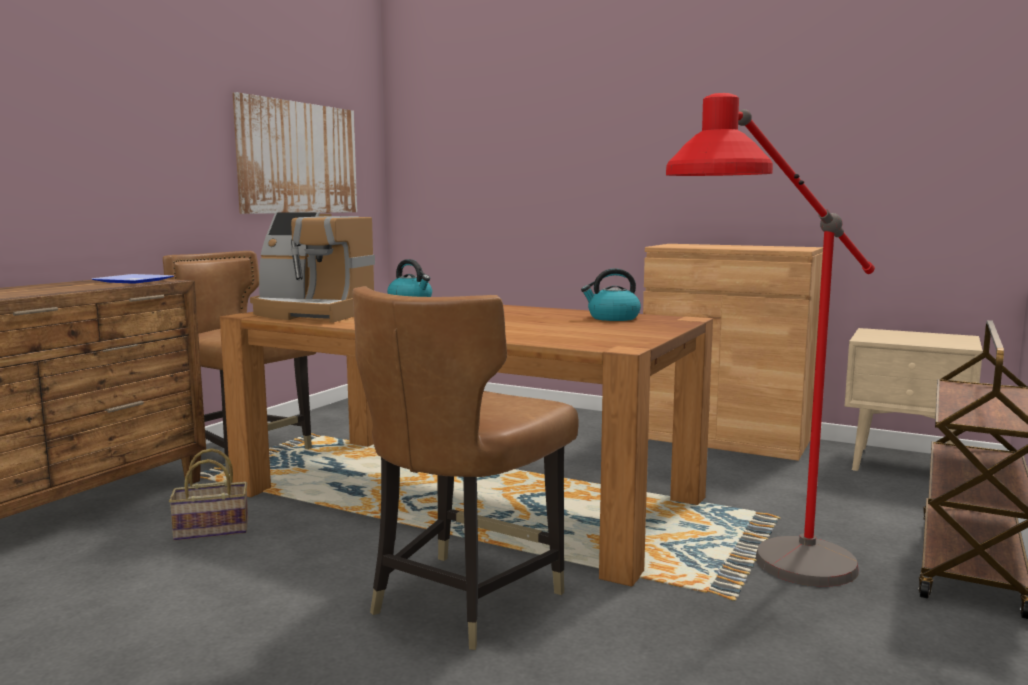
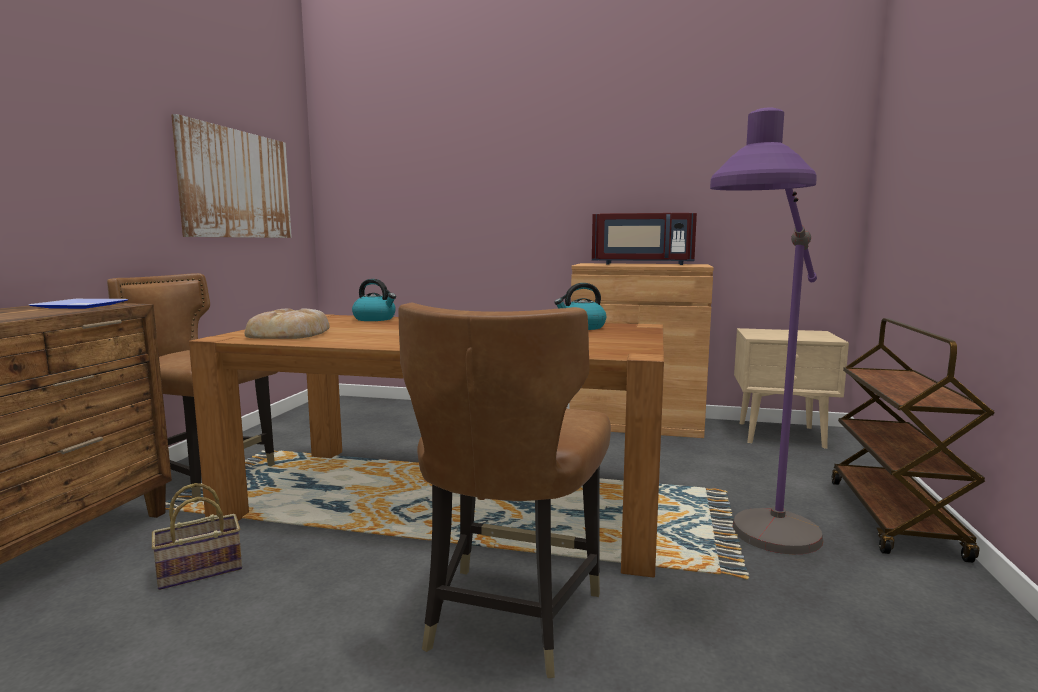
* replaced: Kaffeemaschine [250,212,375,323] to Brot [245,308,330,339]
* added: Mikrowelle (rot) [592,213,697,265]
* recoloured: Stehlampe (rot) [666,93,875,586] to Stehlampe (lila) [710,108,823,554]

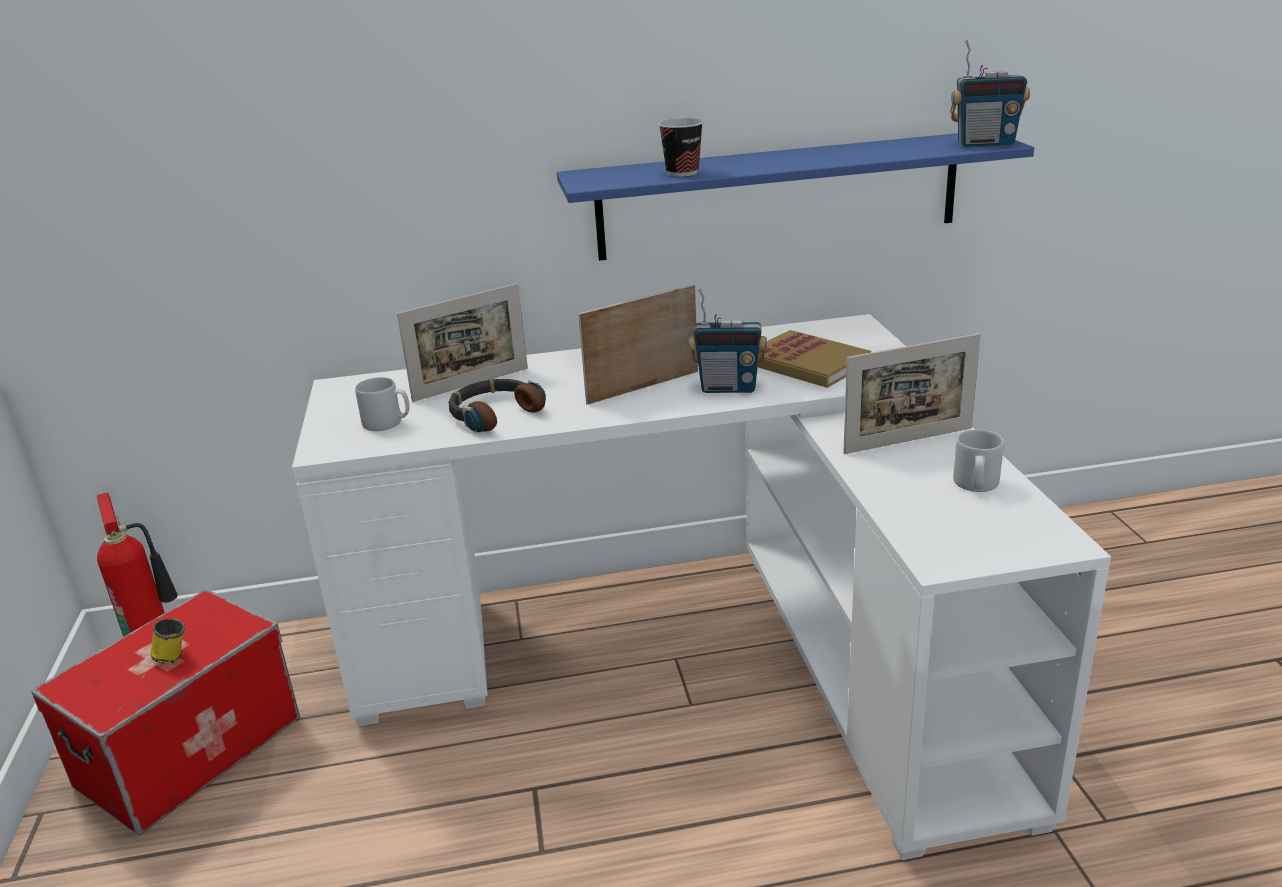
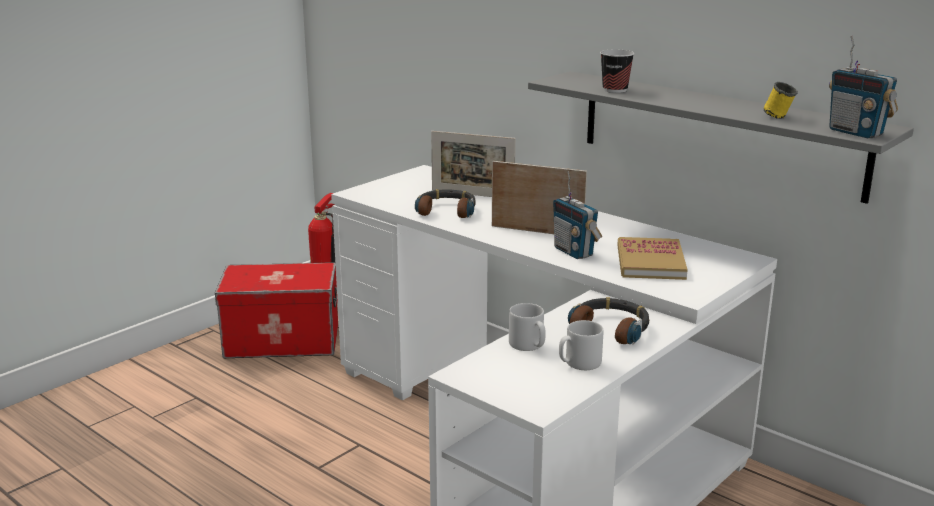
* moved: Henkelbecher (grau) [355,377,409,431] to [509,303,546,351]
* recoloured: Wandregal (blau) [557,133,1034,261] to Wandregal (grau) [528,71,914,204]
* replaced: Bilderrahmen [843,333,981,454] to Kopfhörer [568,297,649,344]
* moved: Henkelbecher (gelb) [150,618,185,663] to [764,82,798,119]

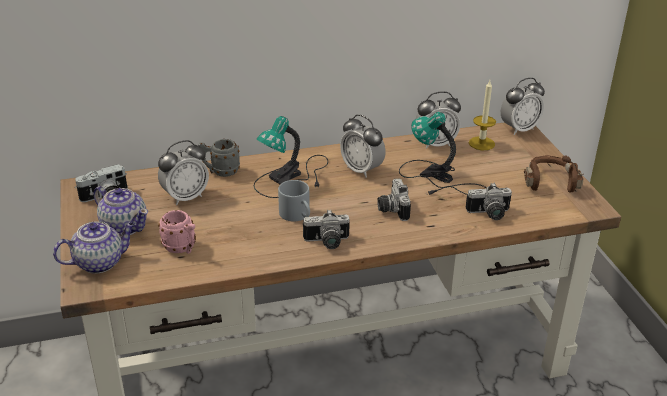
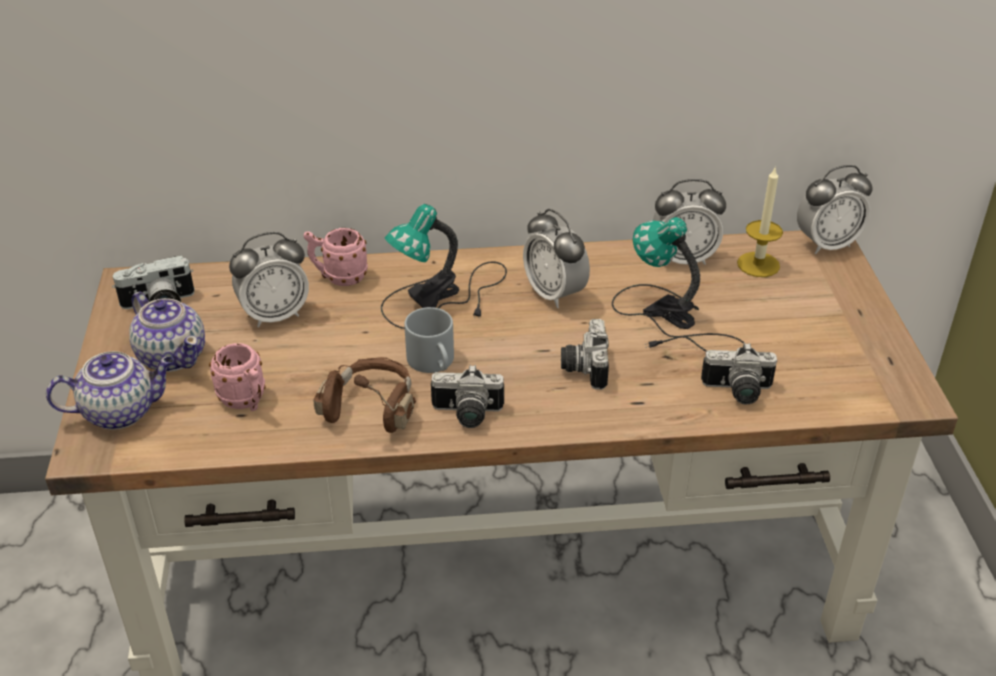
* recoloured: Henkelbecher (grau) [199,139,240,177] to Henkelbecher (rosa) [304,228,368,286]
* moved: Kopfhörer (braun) [524,155,583,192] to [313,357,416,433]

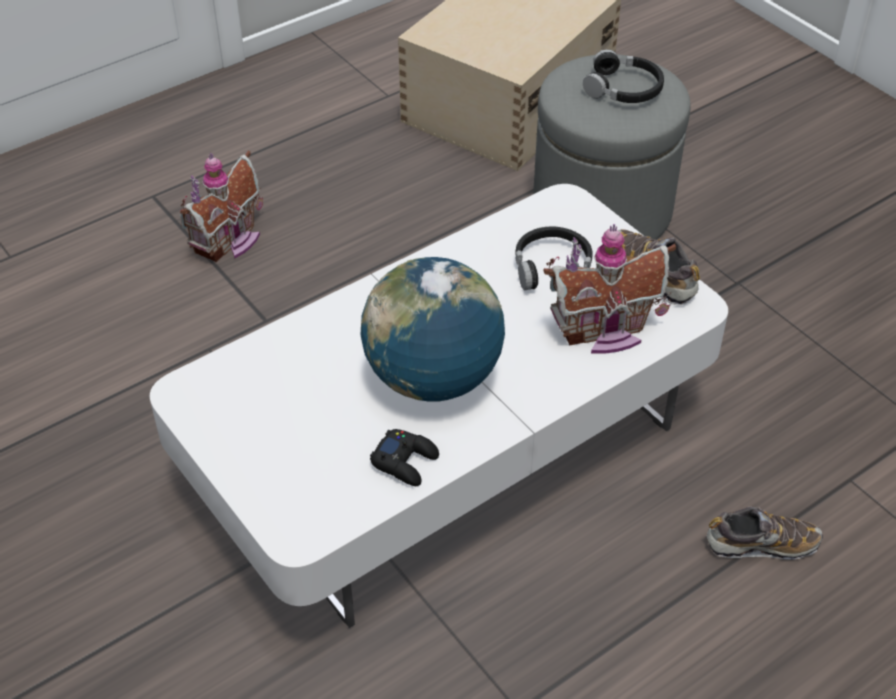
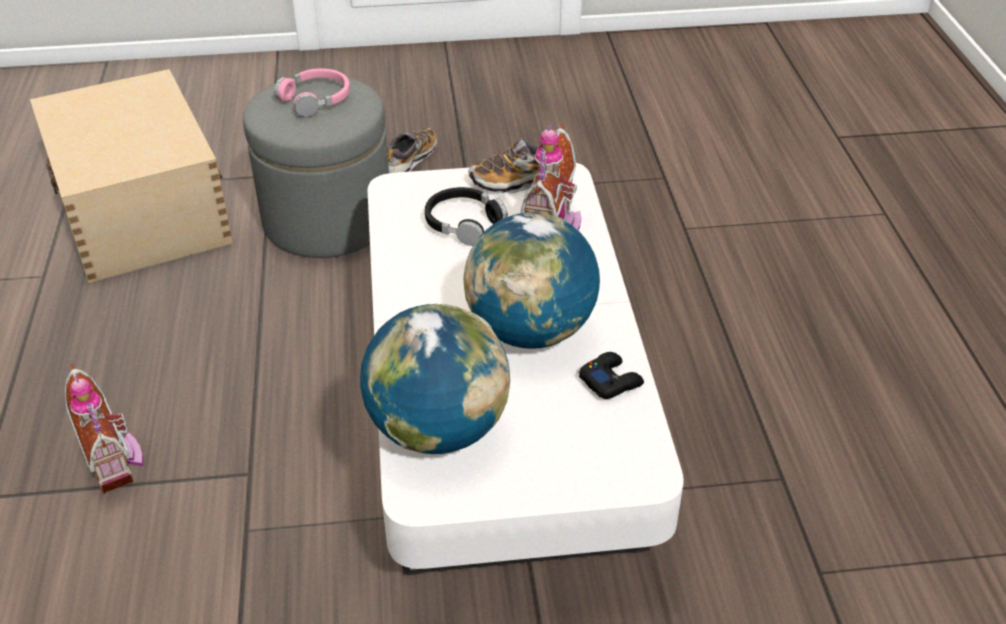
* recoloured: Kopfhörer (schwarz) [583,49,664,103] to Kopfhörer (rosa) [274,68,350,117]
* added: Globus [360,304,510,454]
* moved: Schuh [706,507,823,560] to [387,128,437,173]

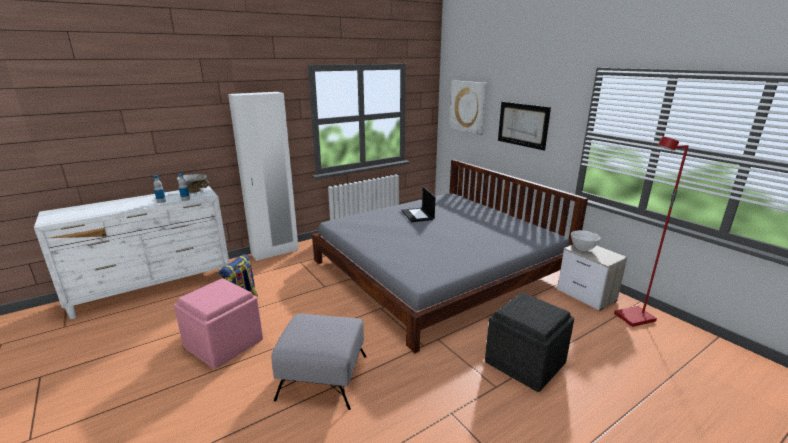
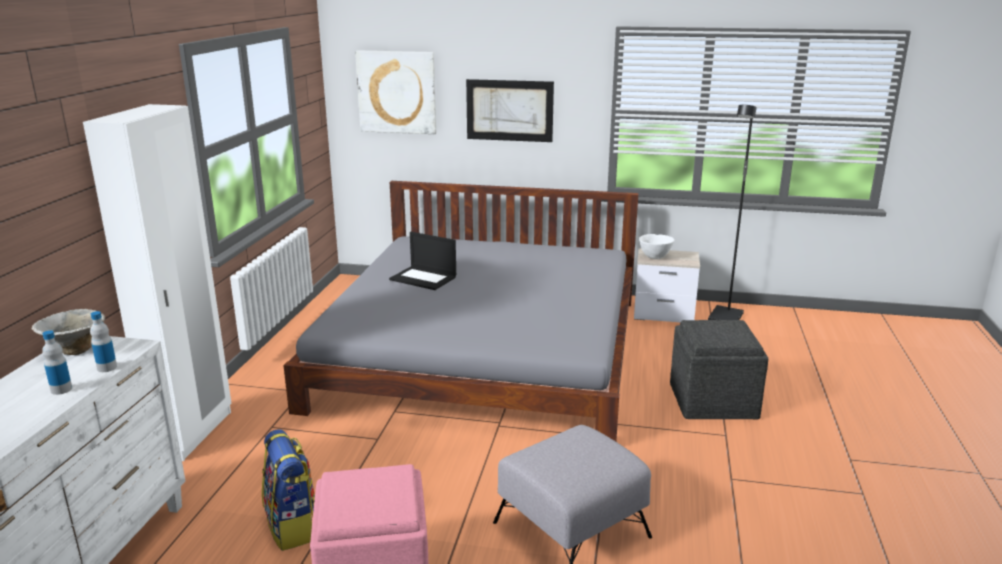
* recoloured: Stehlampe (rot) [614,137,689,327] to Stehlampe (schwarz) [708,105,757,320]

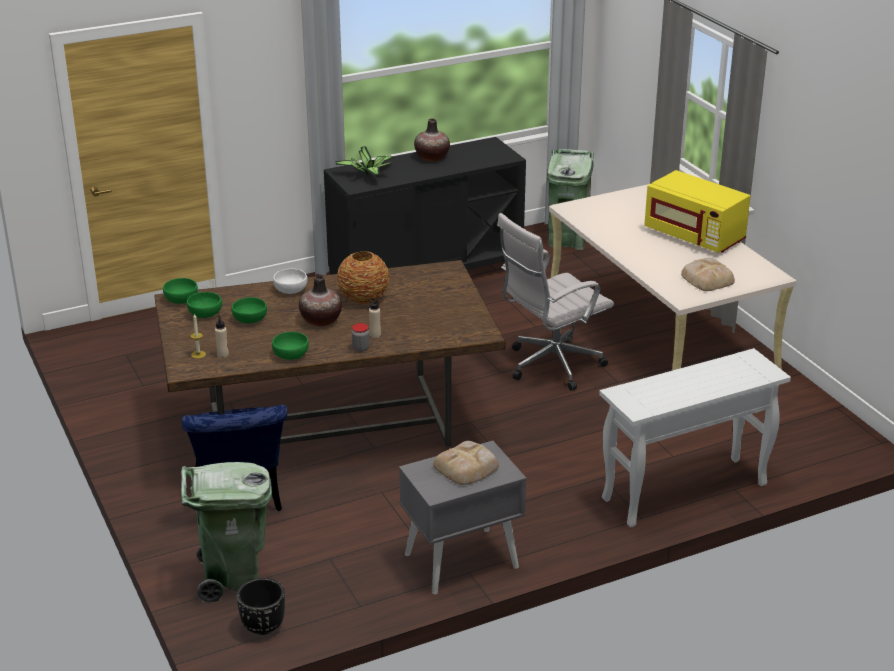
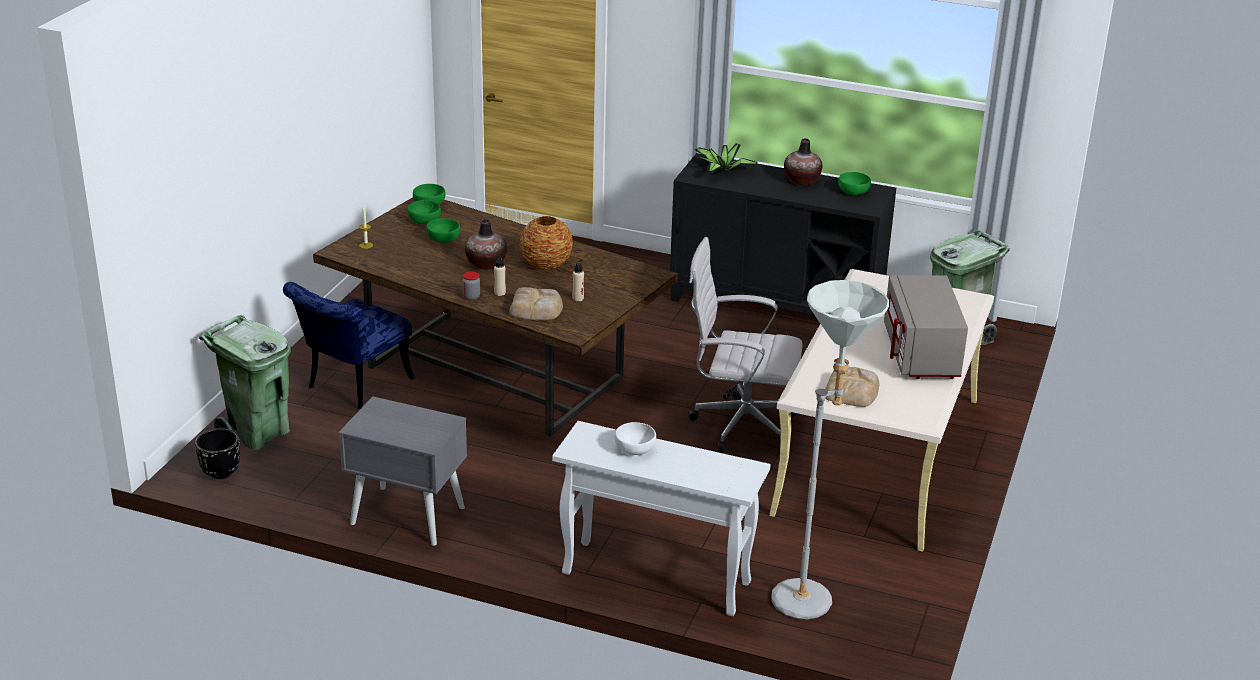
* moved: Brot [433,441,499,485] to [509,287,563,320]
* moved: Flasche (beige) [215,315,229,358] to [572,260,584,301]
* moved: Schüssel (weiß) [273,269,308,294] to [615,422,656,455]
* added: Stehlampe (grau) [772,280,889,620]
* moved: Schüssel (grün) [272,332,309,360] to [838,172,871,195]
* recoloured: Mikrowelle (gelb) [644,170,750,253] to Mikrowelle (grau) [884,275,968,379]

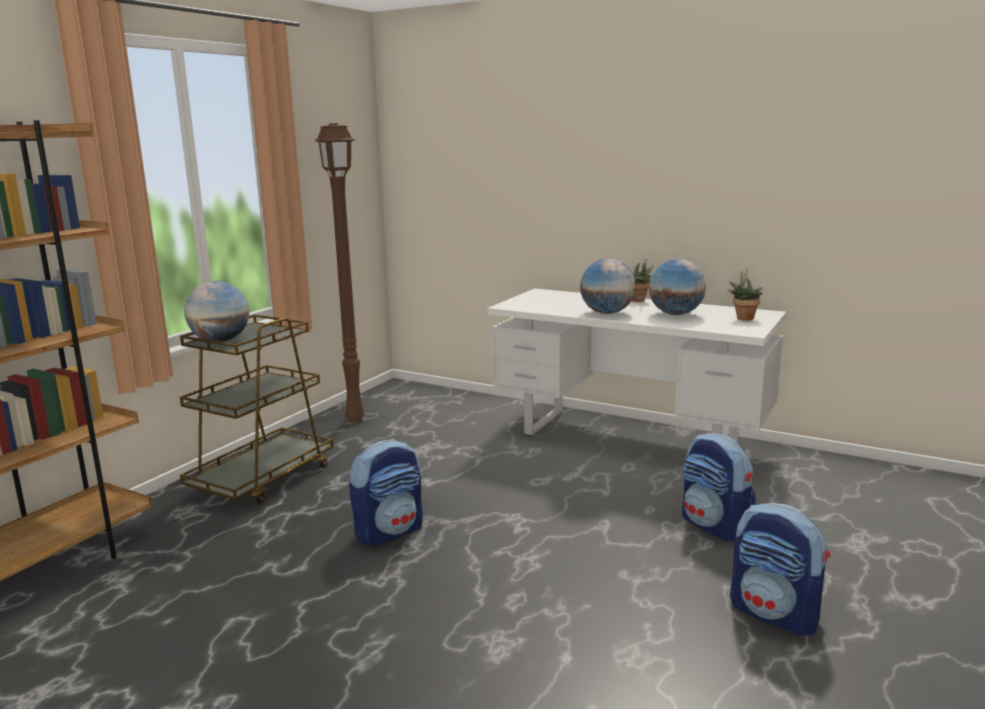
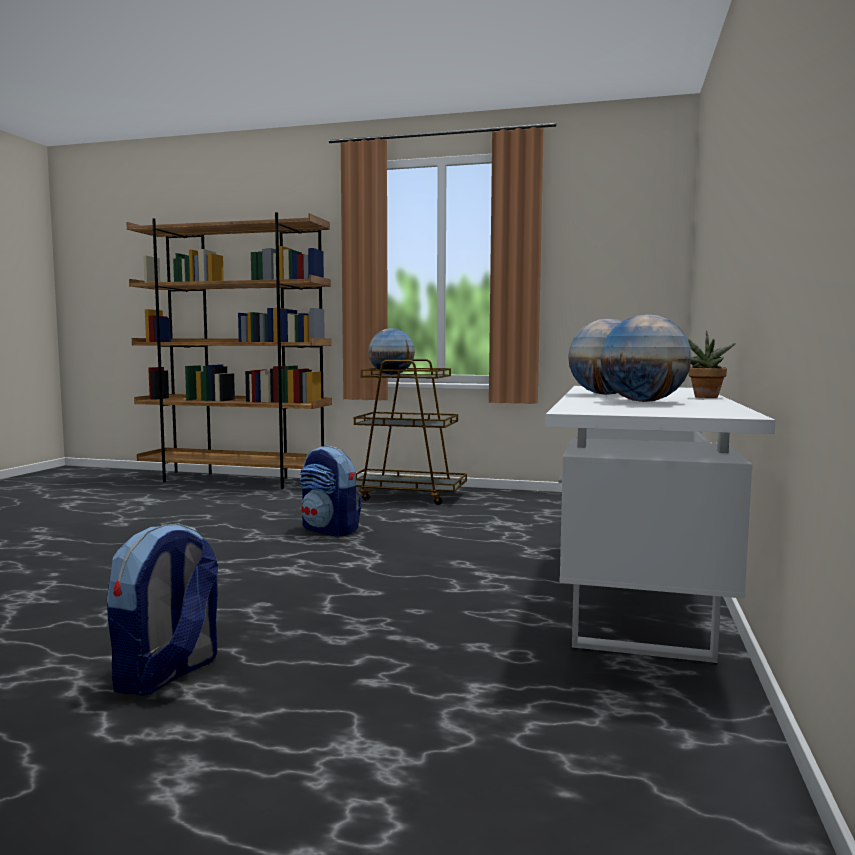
* removed: Stehlampe (braun) [314,123,365,423]
* removed: Rucksack [682,433,756,542]
* removed: Topfpflanze [728,267,762,321]

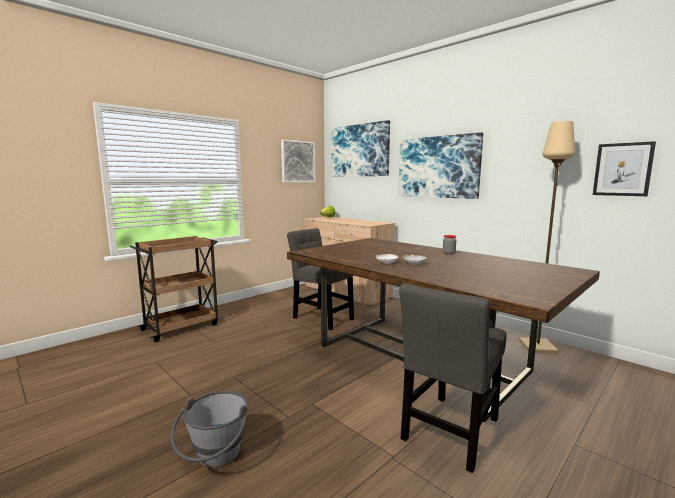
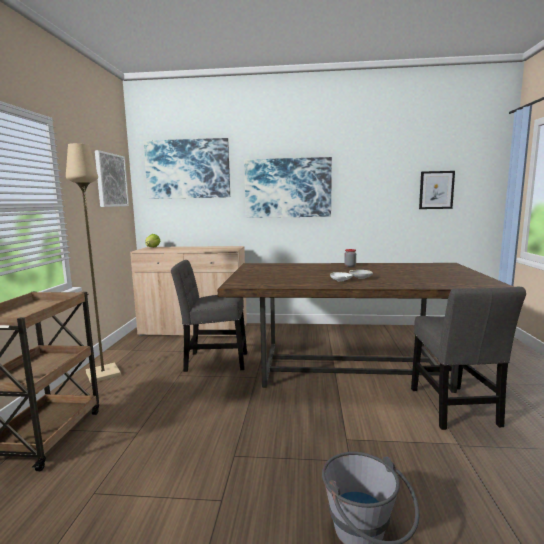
* moved: Stehlampe (beige) [519,121,576,354] to [66,143,121,383]

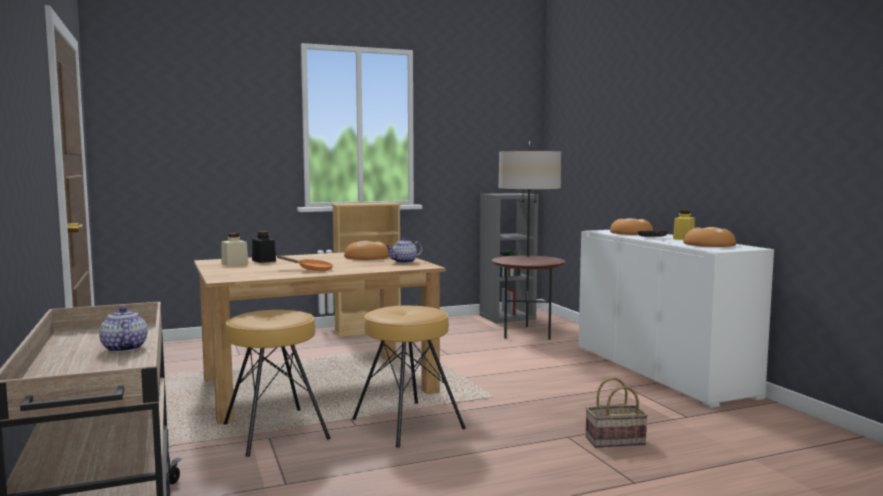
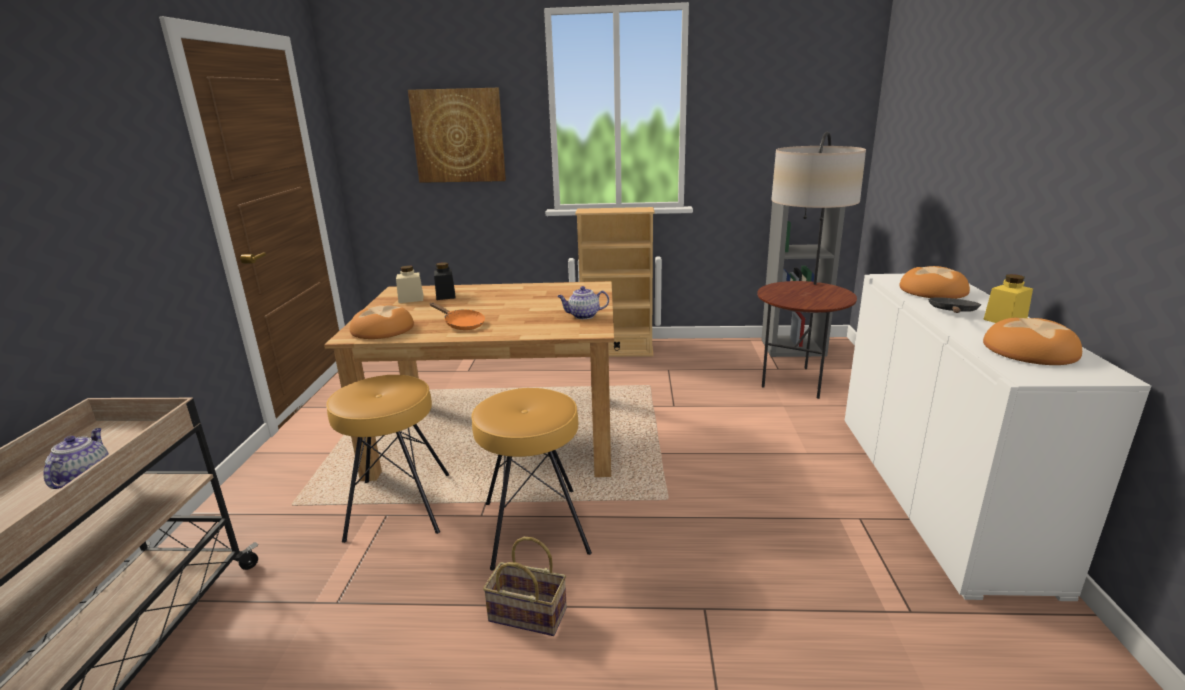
* moved: Brot [344,241,390,260] to [350,304,414,339]
* added: Bild [408,88,506,183]
* moved: Korb [585,377,648,448] to [483,537,567,636]

